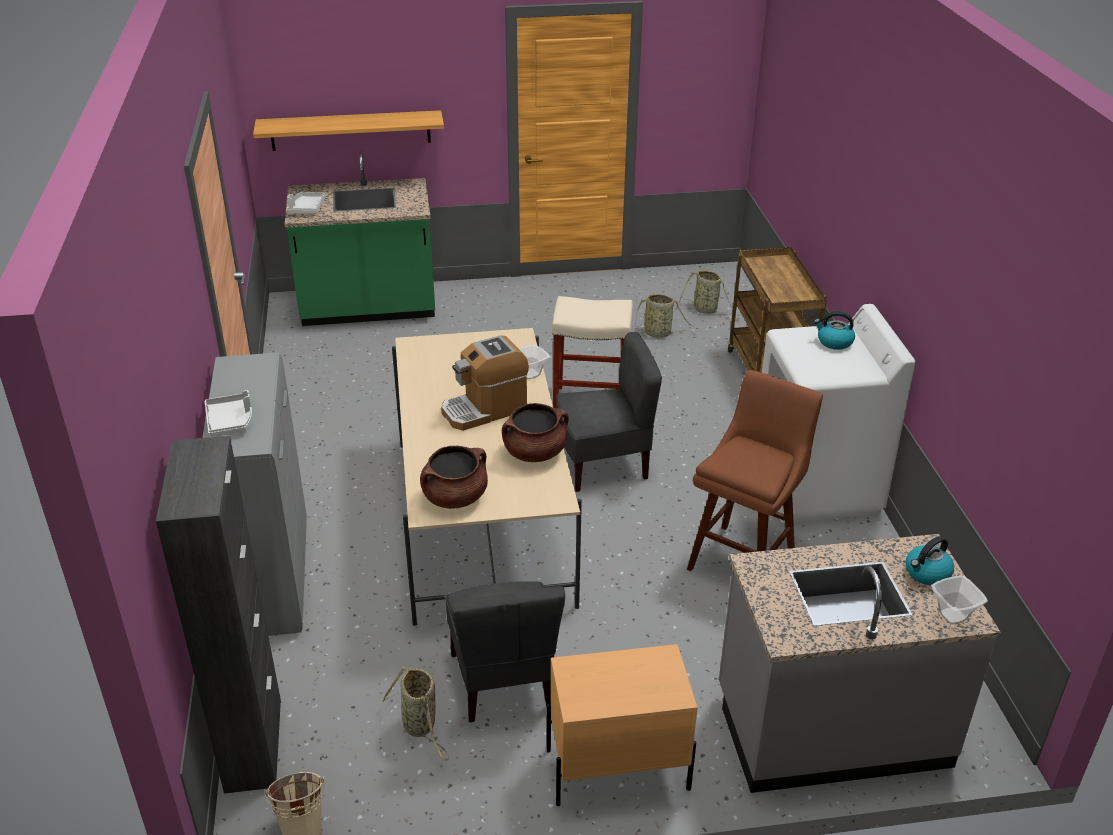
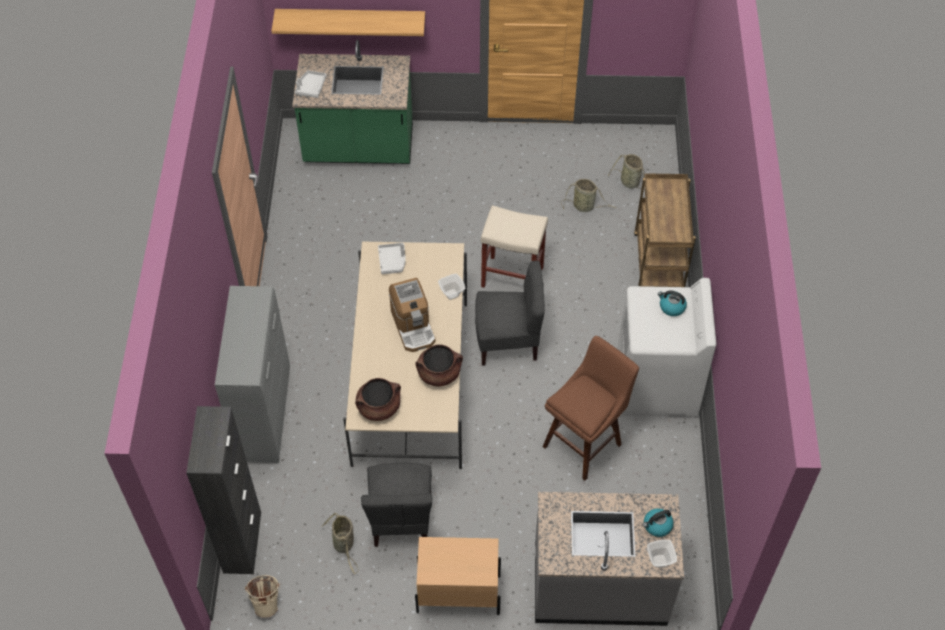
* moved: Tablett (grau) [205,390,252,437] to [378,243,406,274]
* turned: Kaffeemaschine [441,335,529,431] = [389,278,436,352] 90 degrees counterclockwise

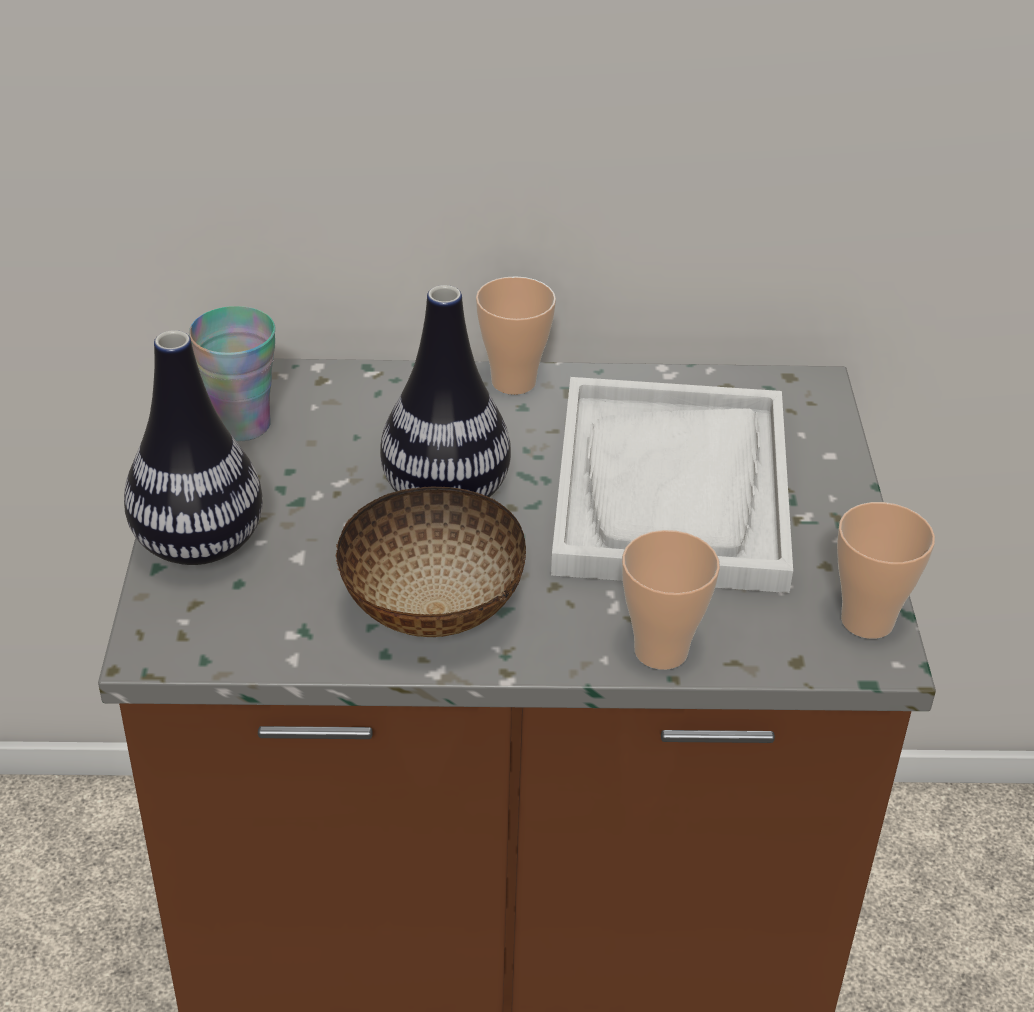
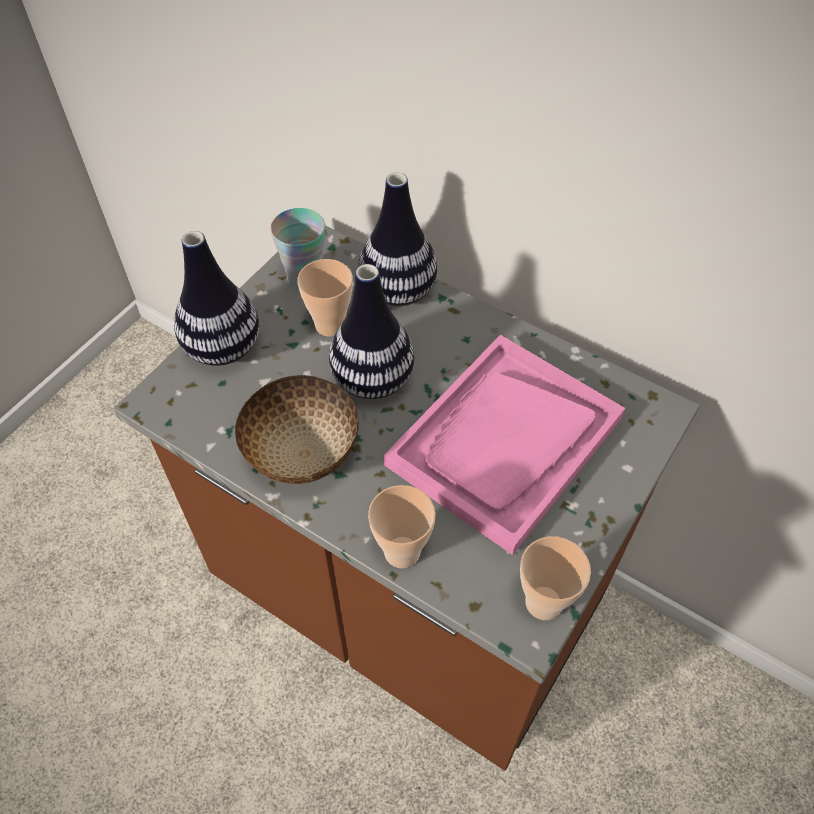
* moved: Tasse [476,276,556,395] to [297,259,353,336]
* added: Vase [358,172,437,306]
* recoloured: Tablett (weiß) [551,377,793,593] to Tablett (rosa) [384,335,625,555]

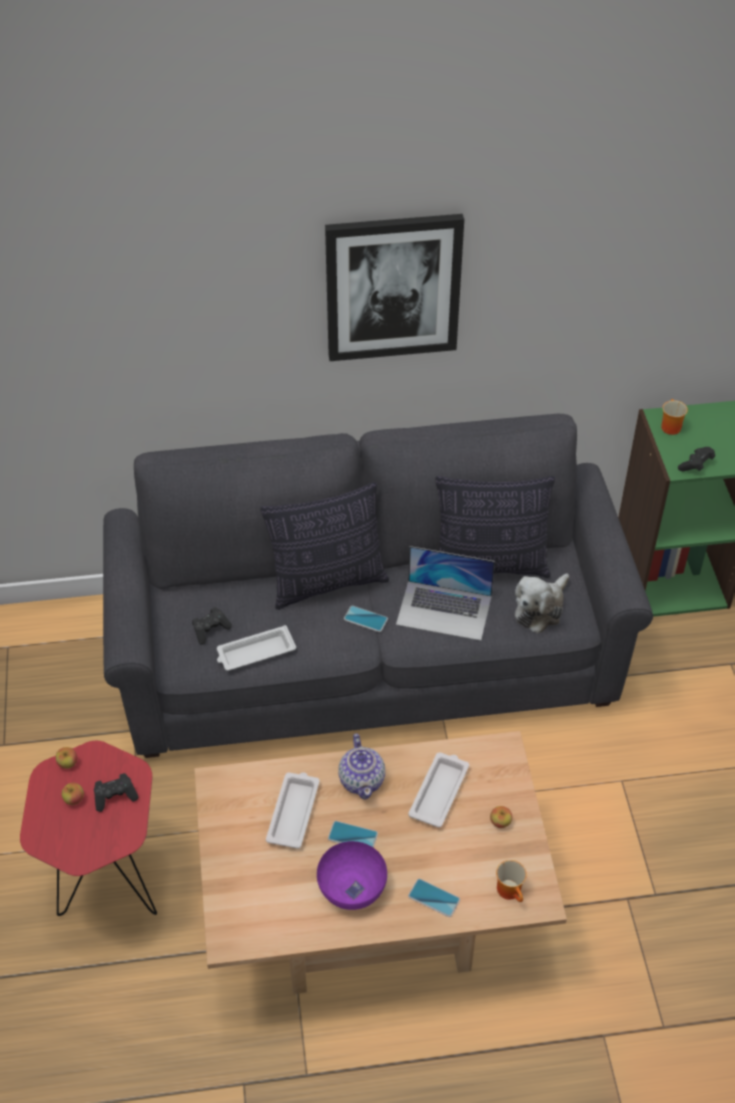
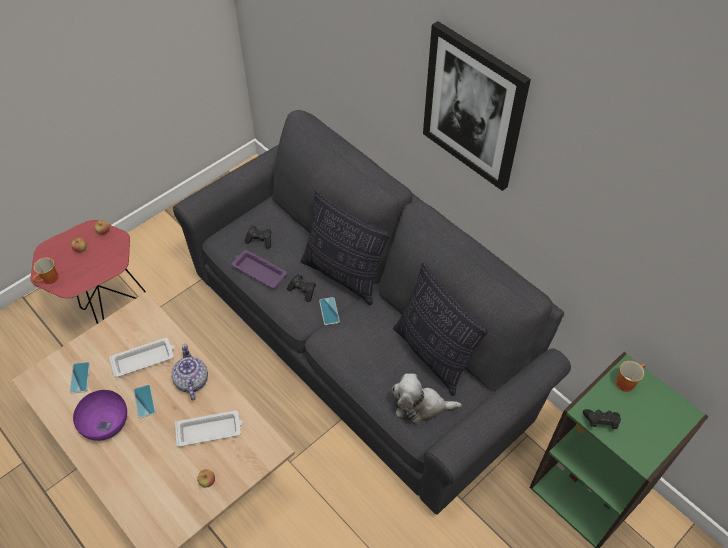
* moved: Henkelbecher [496,860,527,902] to [32,257,59,284]
* moved: Handy [408,879,460,917] to [70,362,90,393]
* turned: Teekanne [338,734,385,800] = [172,344,208,400] 120 degrees clockwise
* recoloured: Tablett (weiß) [217,625,296,671] to Tablett (lila) [232,250,287,289]
* moved: Gamepad (schwarz) [94,773,139,812] to [287,274,316,302]
* removed: Laptop [396,546,495,641]

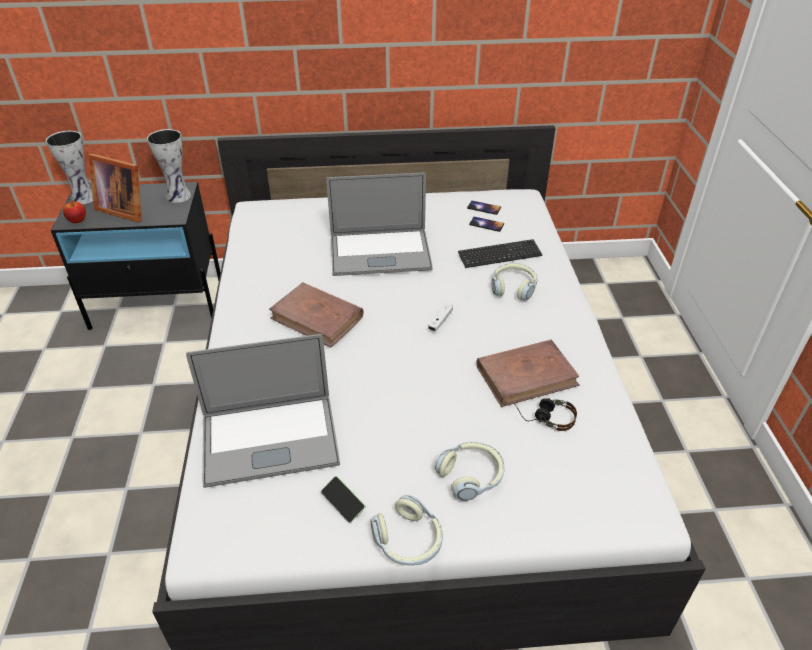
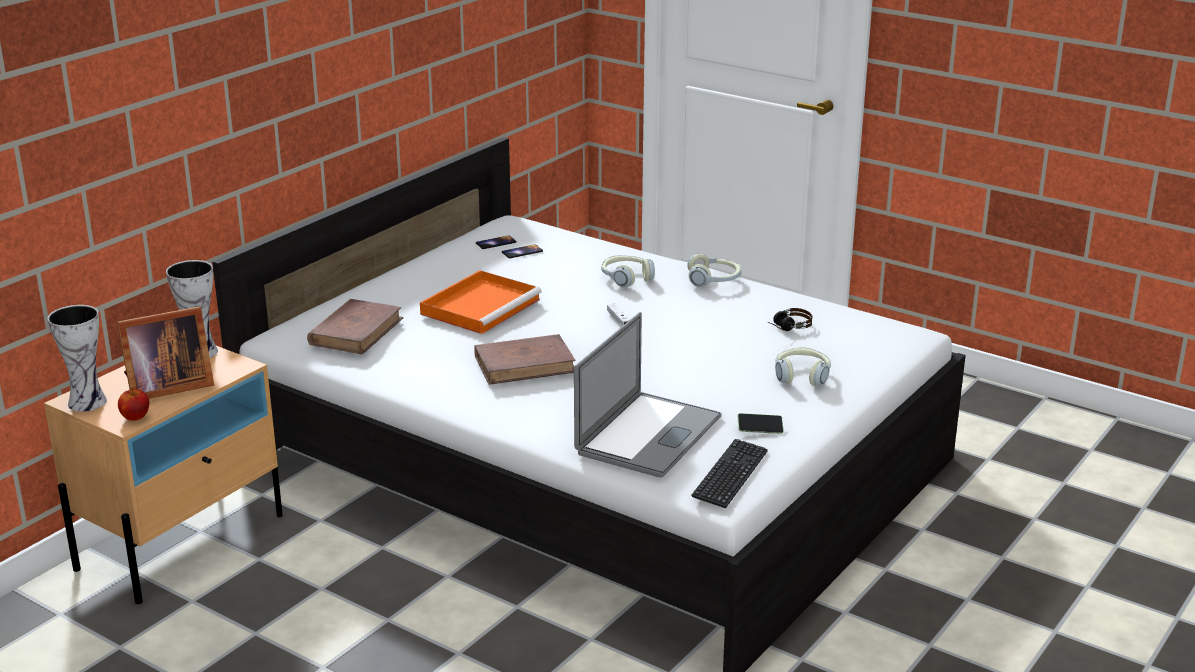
* recoloured: Nachttisch (schwarz) [51,182,221,330] to Nachttisch (beige) [44,346,283,604]
* moved: Buch (braun) [477,340,580,407] to [307,299,404,355]
* replaced: Laptop [326,172,433,276] to Tablett (orange) [420,270,542,334]
* moved: Kopfhörer [370,495,443,566] to [687,253,742,287]
* moved: Tastatur [458,239,542,268] to [691,439,768,508]

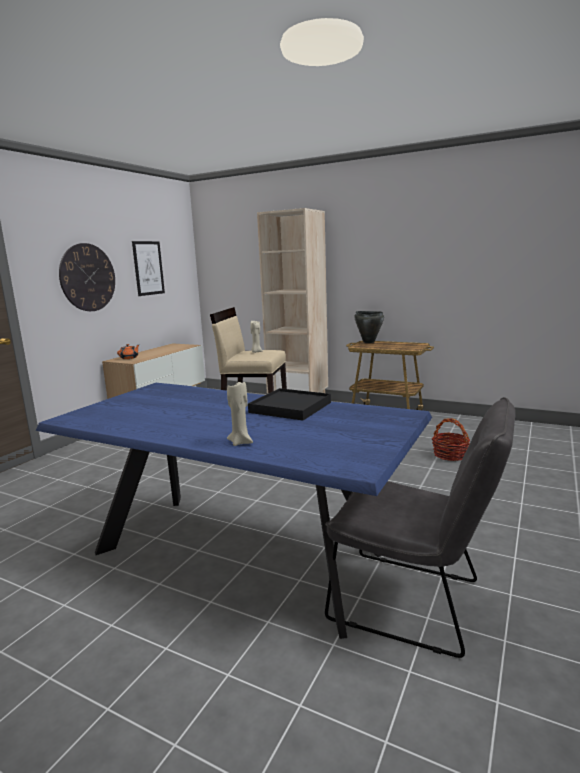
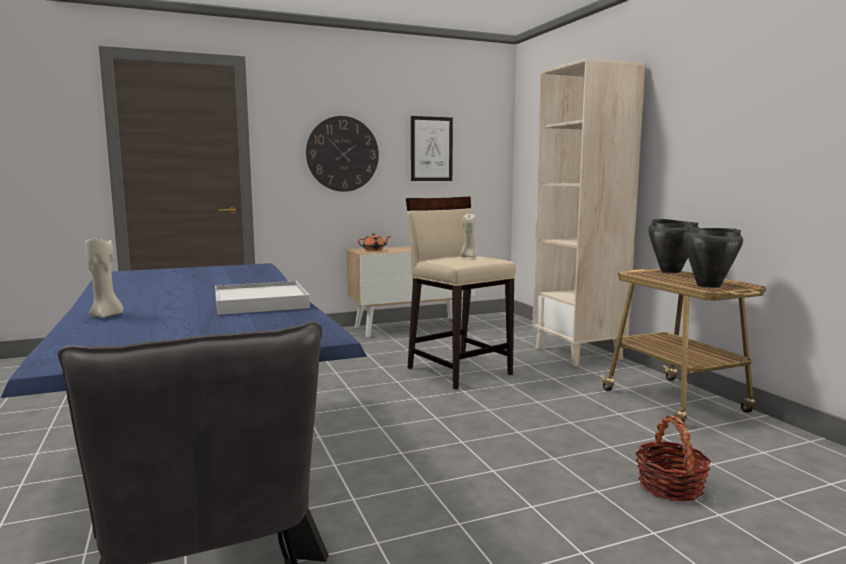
* recoloured: Tablett (schwarz) [248,388,331,420] to Tablett (weiß) [215,281,310,315]
* added: Kochtopf (schwarz) [683,228,743,288]

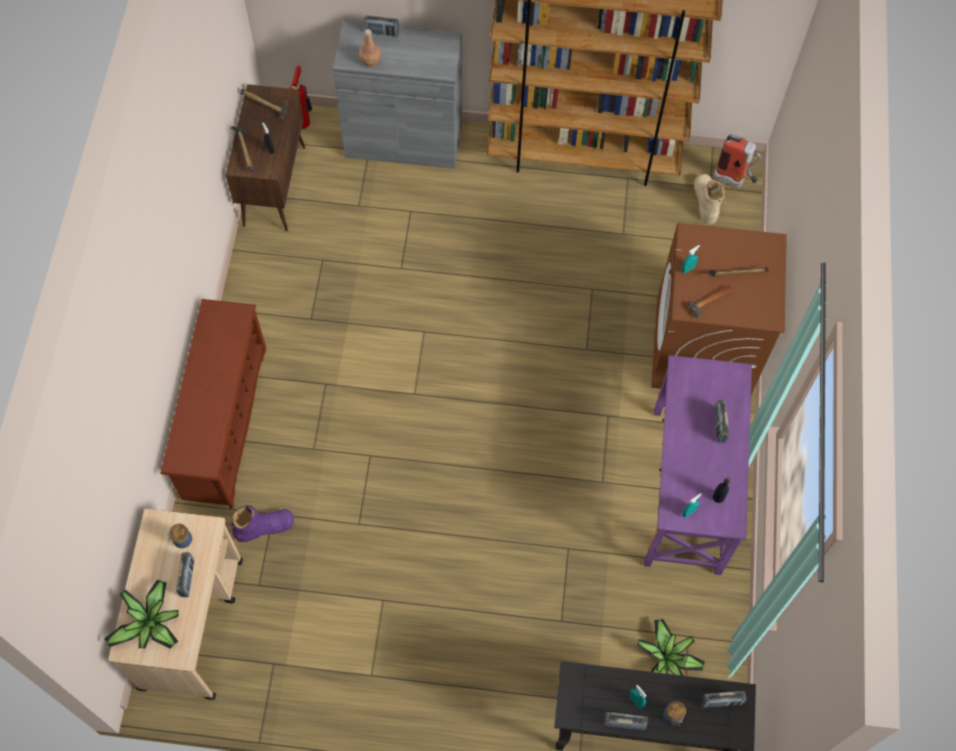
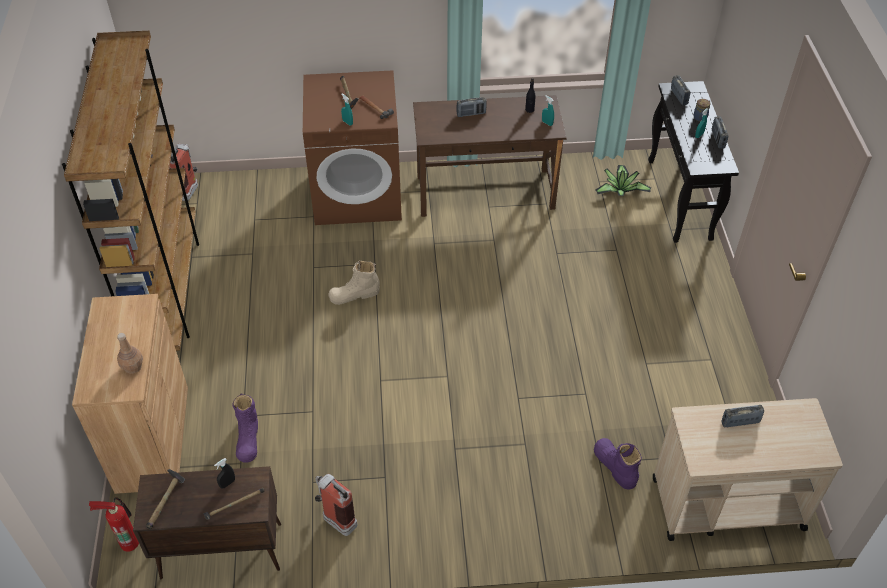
* recoloured: Schrank (grau) [333,21,462,169] to Schrank (braun) [72,294,188,494]
* added: Stiefel (lila) [233,393,258,463]
* added: Feuerlöscher [315,474,357,536]
* moved: Stiefel (beige) [694,174,725,224] to [329,261,380,305]
* recoloured: Schreibtisch (lila) [644,355,752,575] to Schreibtisch (braun) [413,95,566,217]
* removed: Topfpflanze [104,579,179,649]
* removed: Schuhregal (braun) [161,299,266,509]
* removed: Vorratsglas [167,524,192,548]
* removed: Radio [364,15,399,37]

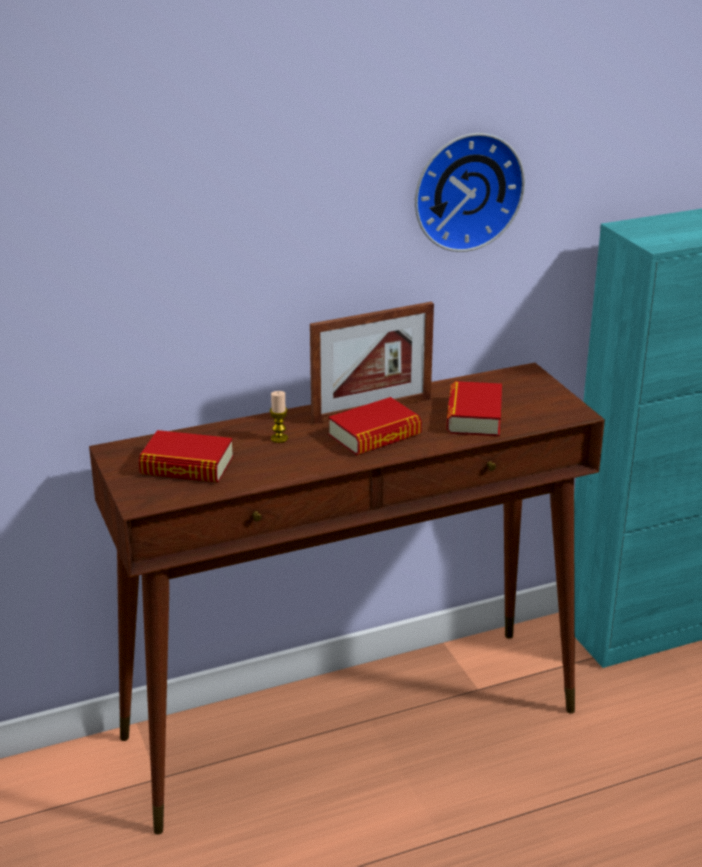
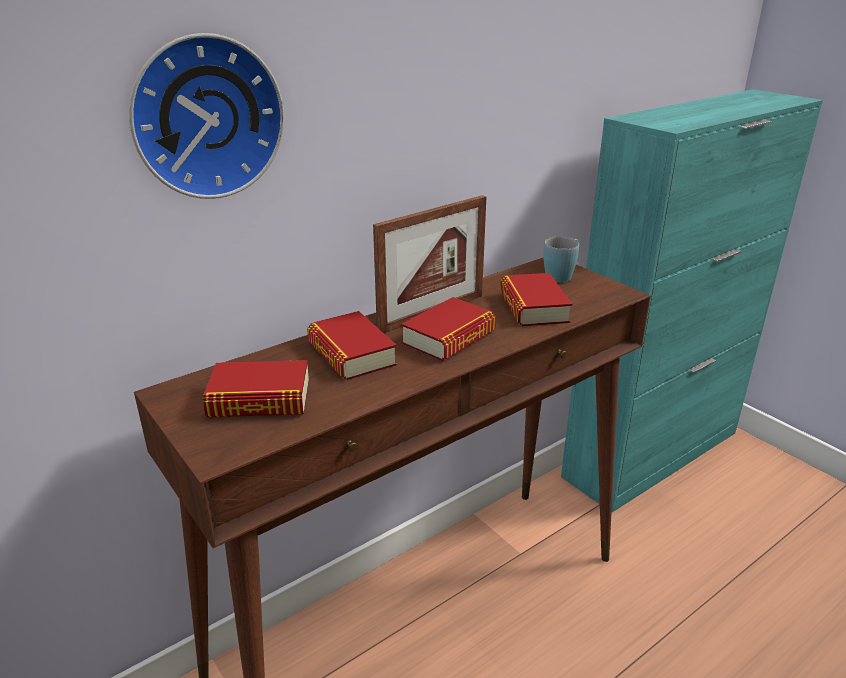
* moved: Wanduhr [415,133,525,252] to [129,33,284,199]
* replaced: Kerze [270,391,288,443] to Buch [307,311,397,380]
* added: Henkelbecher (blau) [543,237,580,283]

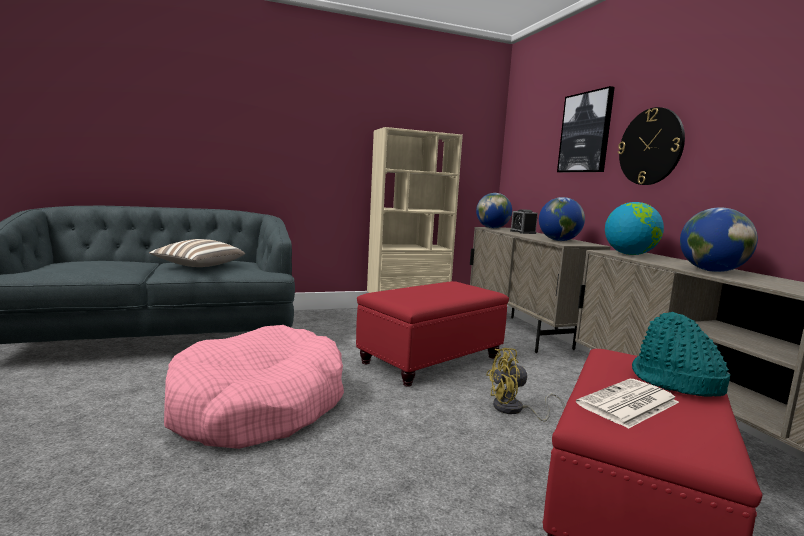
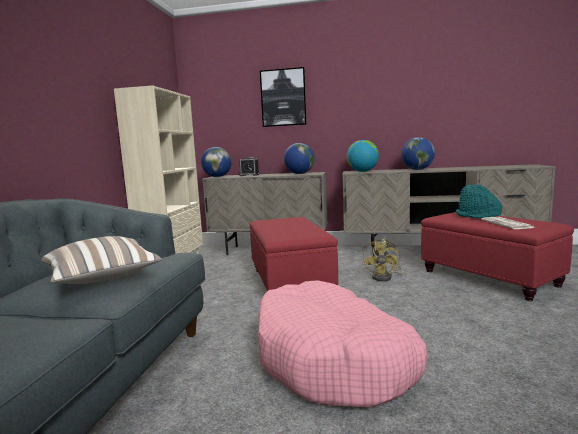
* removed: Wanduhr [618,107,685,185]

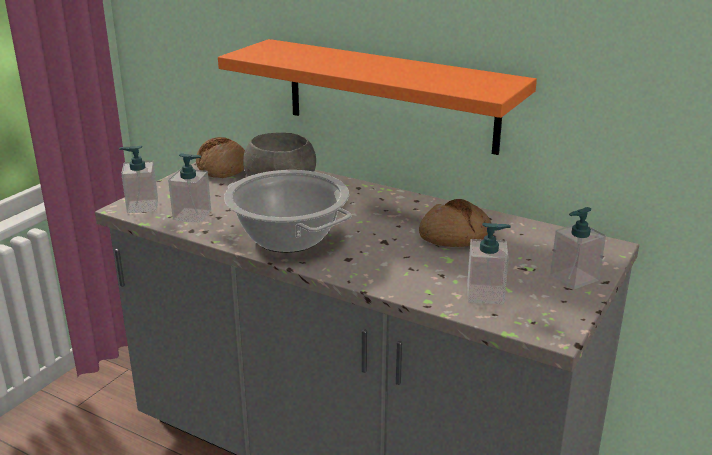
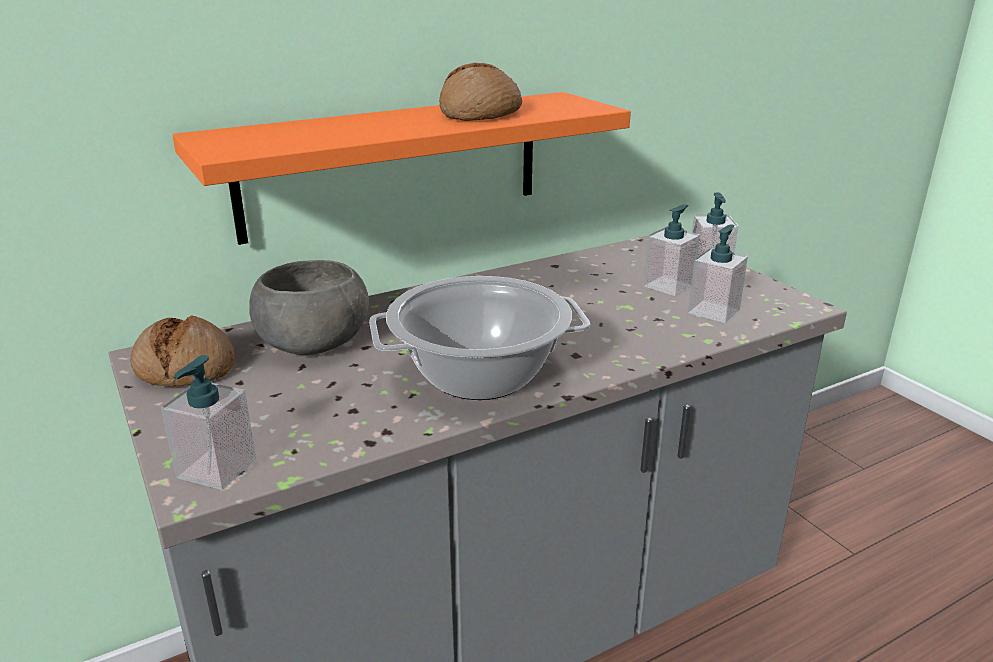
* moved: Brot [419,199,491,247] to [439,63,522,121]
* moved: Seifenspender [168,153,211,223] to [644,204,700,296]

